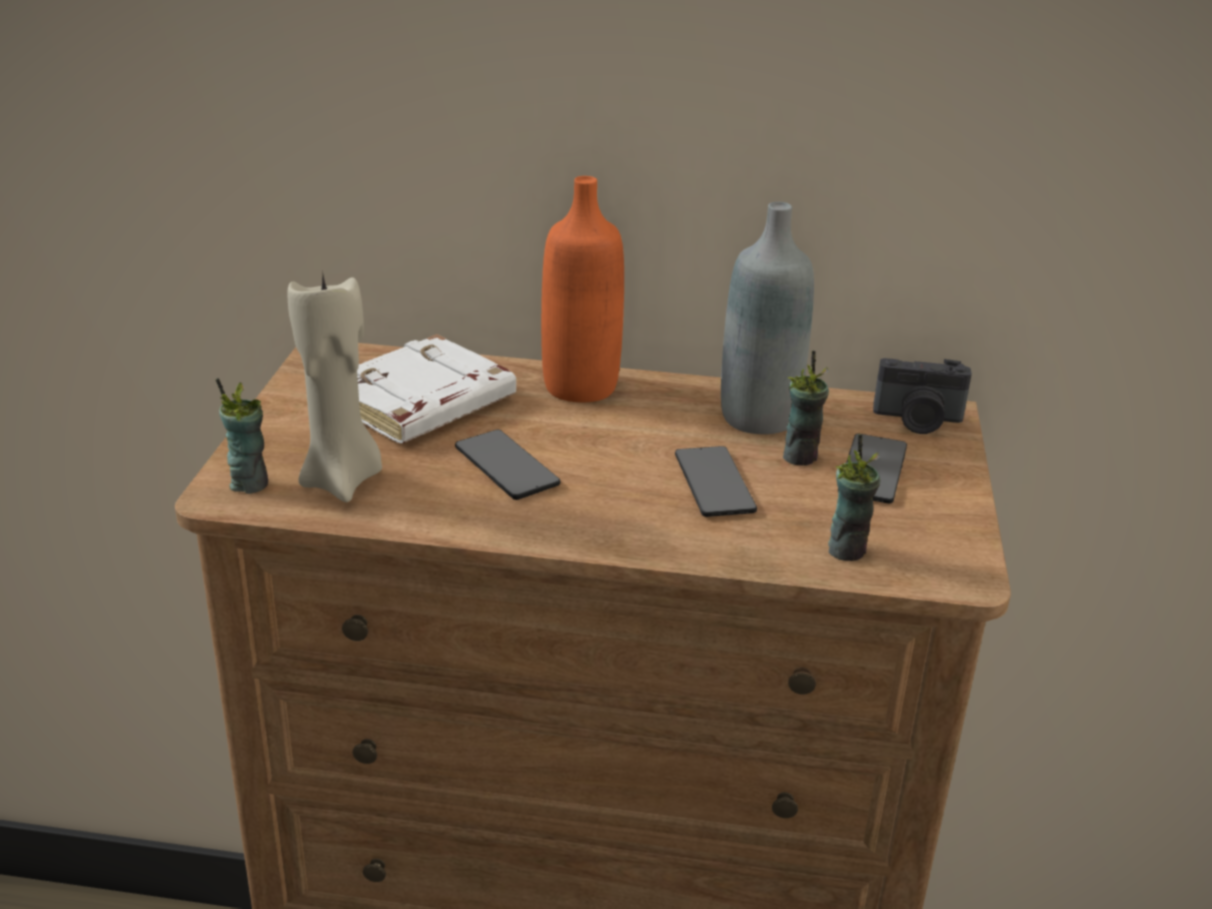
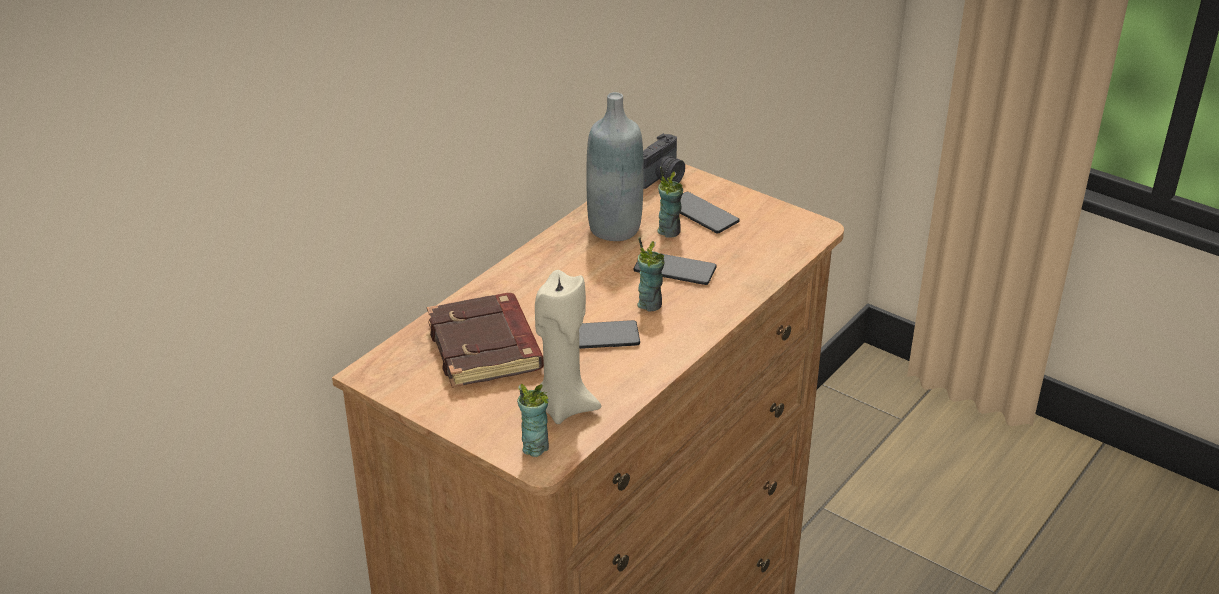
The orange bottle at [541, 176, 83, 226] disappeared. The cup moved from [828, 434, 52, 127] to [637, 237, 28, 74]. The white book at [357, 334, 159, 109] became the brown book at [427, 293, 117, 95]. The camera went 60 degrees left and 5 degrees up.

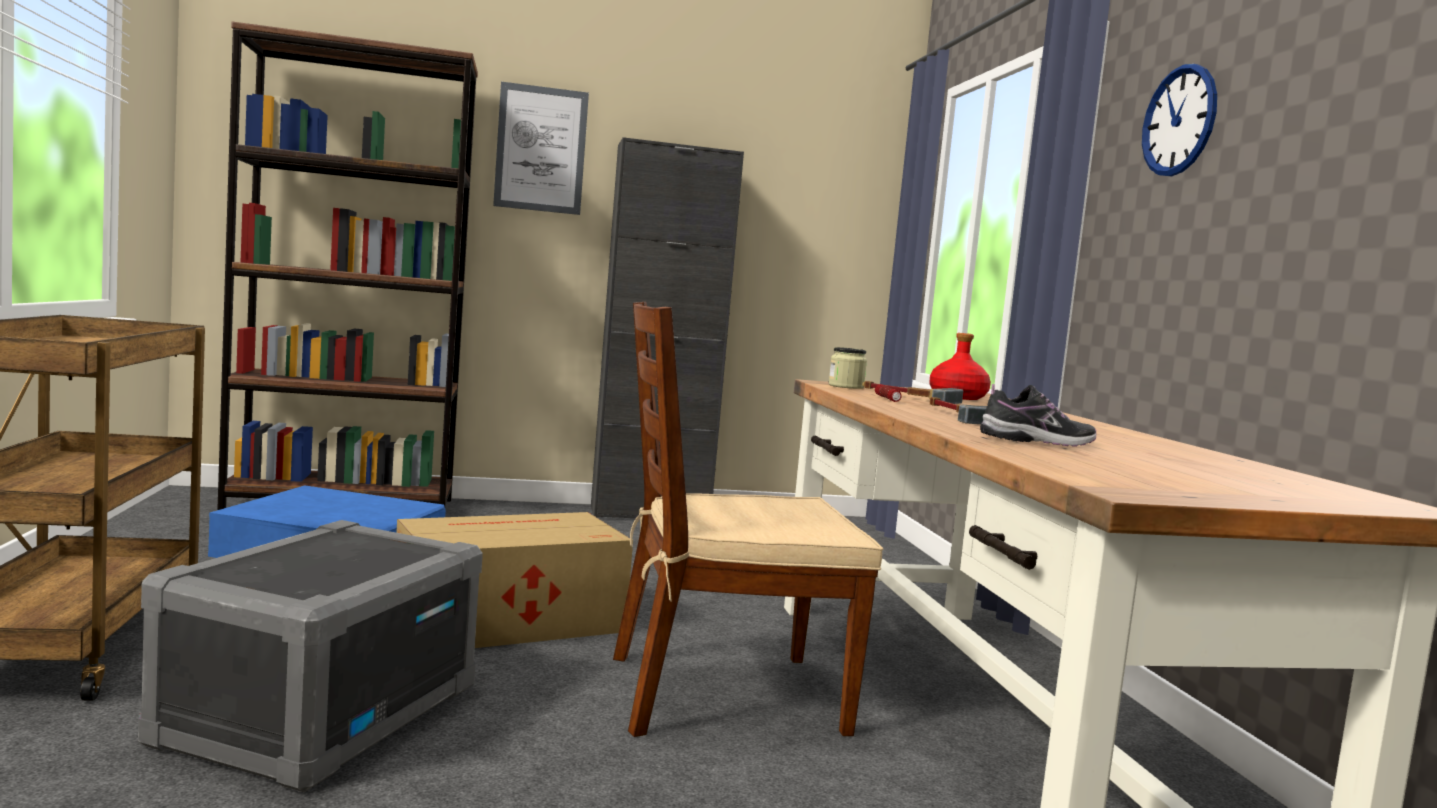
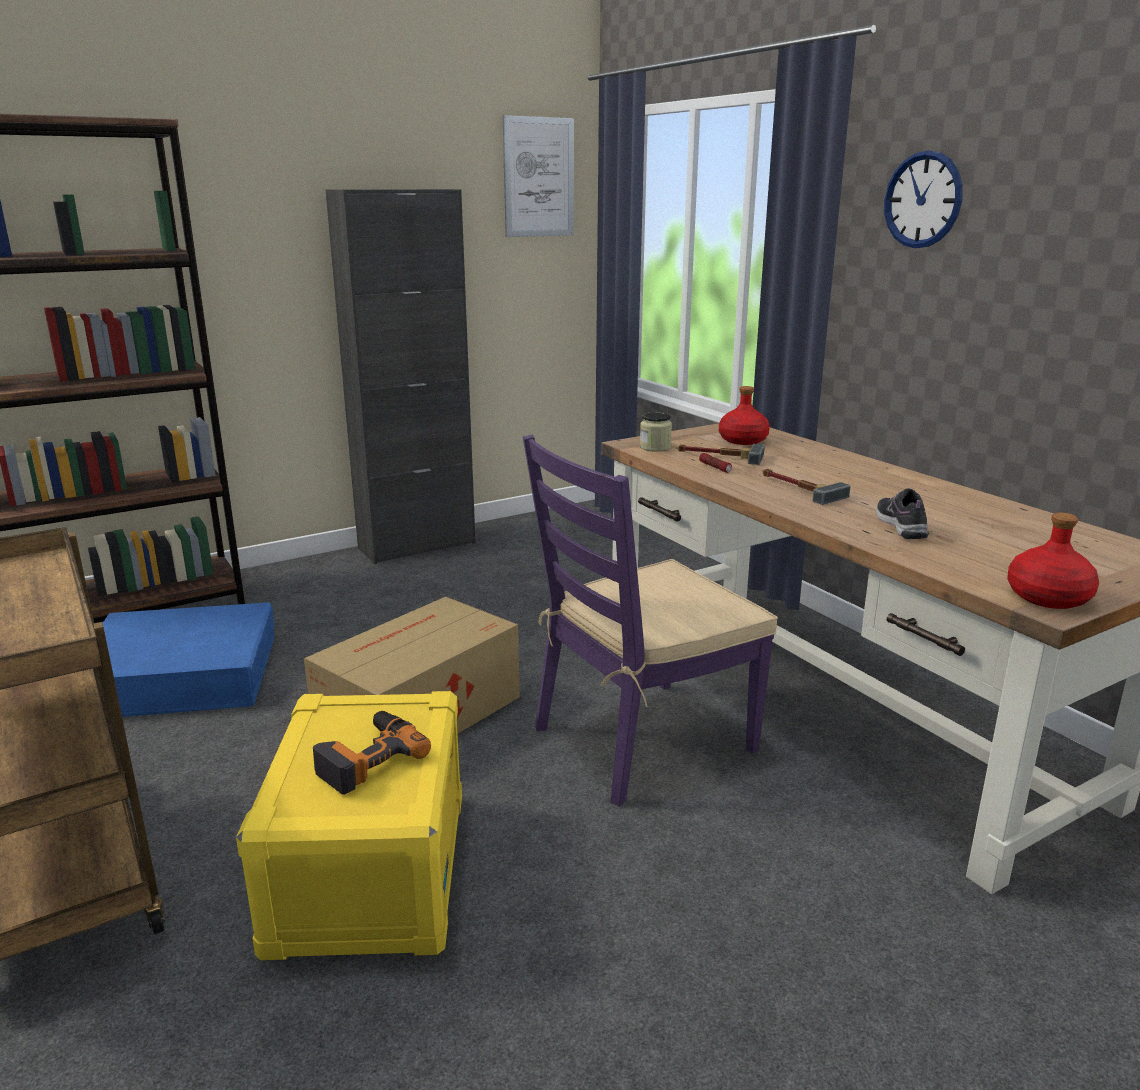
The power drill at [313, 711, 118, 84] appeared. The red bottle at [1007, 512, 92, 97] appeared. The picture moved from [493, 82, 96, 133] to [503, 115, 71, 122]. The grey storage box at [138, 520, 345, 272] became the yellow storage box at [236, 691, 226, 269]. The brown chair at [613, 302, 270, 435] became the purple chair at [523, 435, 255, 372]. The shoe at [980, 384, 116, 63] turned 60 degrees counterclockwise. The camera went 20 degrees left and 15 degrees up.

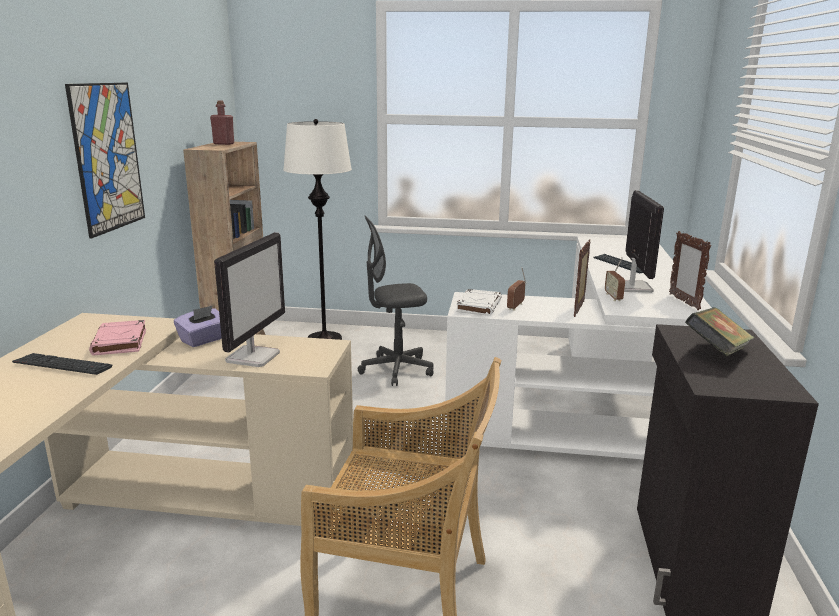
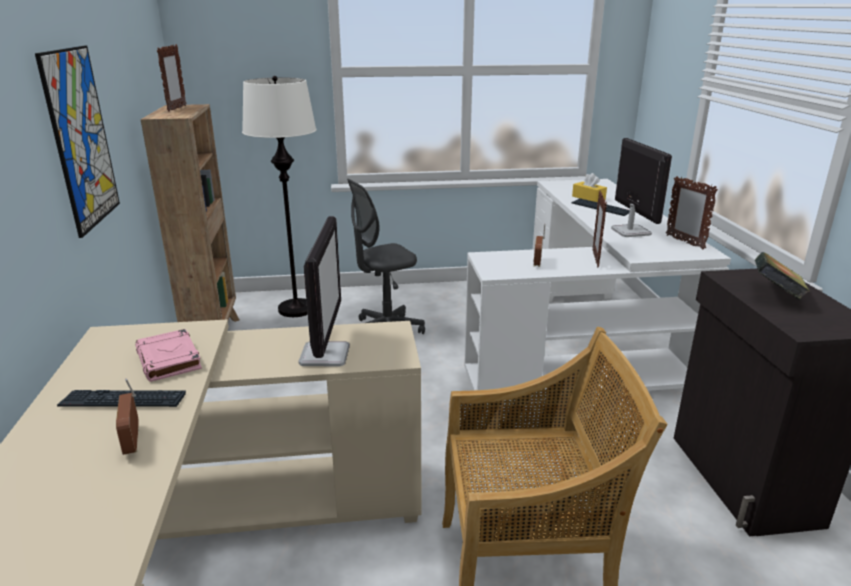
The purple tissue box at [174, 305, 48, 42] disappeared. The white book at [456, 289, 46, 27] disappeared. The yellow tissue box at [572, 173, 35, 29] appeared. The radio moved from [605, 257, 20, 44] to [116, 379, 23, 76]. The red bottle at [210, 101, 24, 44] was replaced by the picture frame at [157, 44, 29, 68]. The camera went 15 degrees left and 5 degrees up.

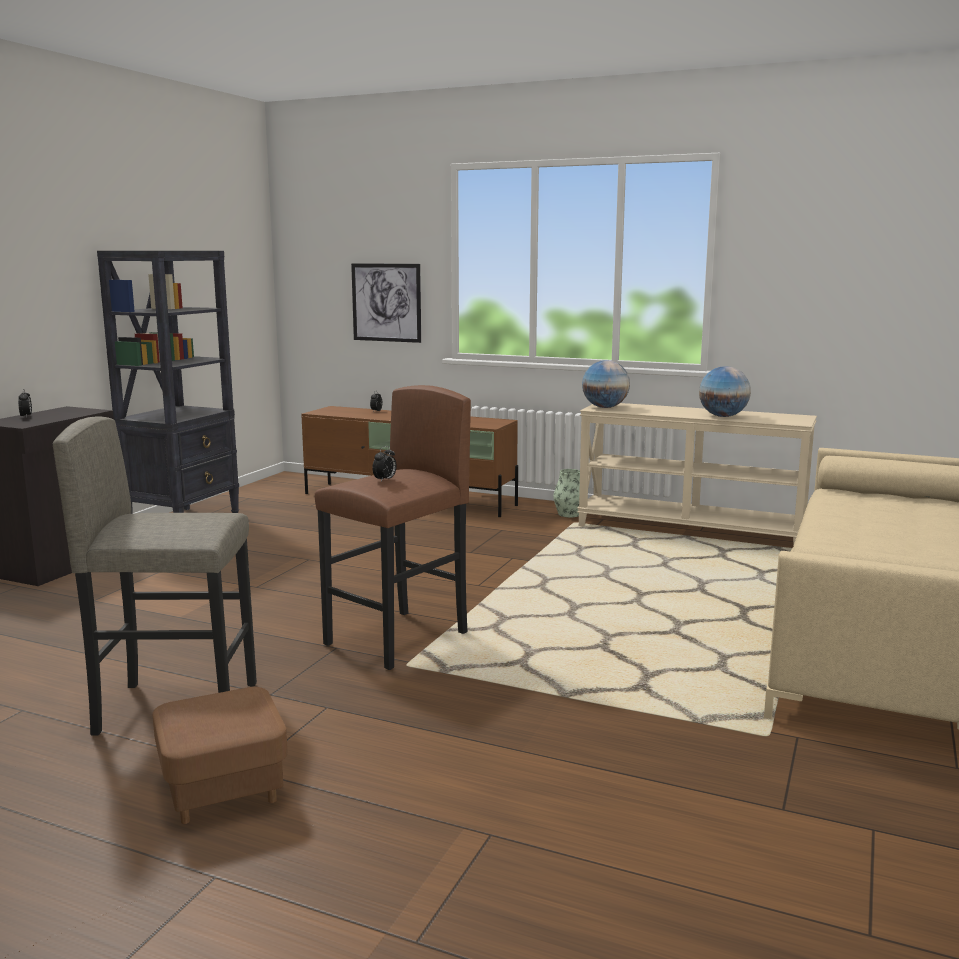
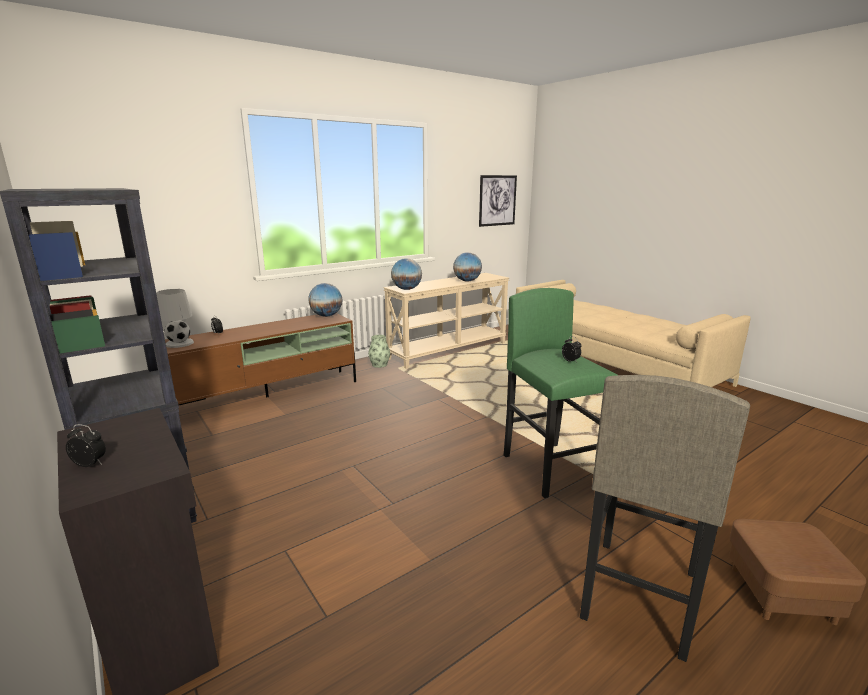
The white table lamp at [156, 289, 38, 59] appeared. The globe at [308, 283, 35, 34] appeared. The picture moved from [351, 263, 70, 80] to [479, 175, 38, 52]. The brown stool at [315, 385, 156, 285] became the green stool at [504, 288, 113, 210]. The camera went 60 degrees left and 5 degrees up.

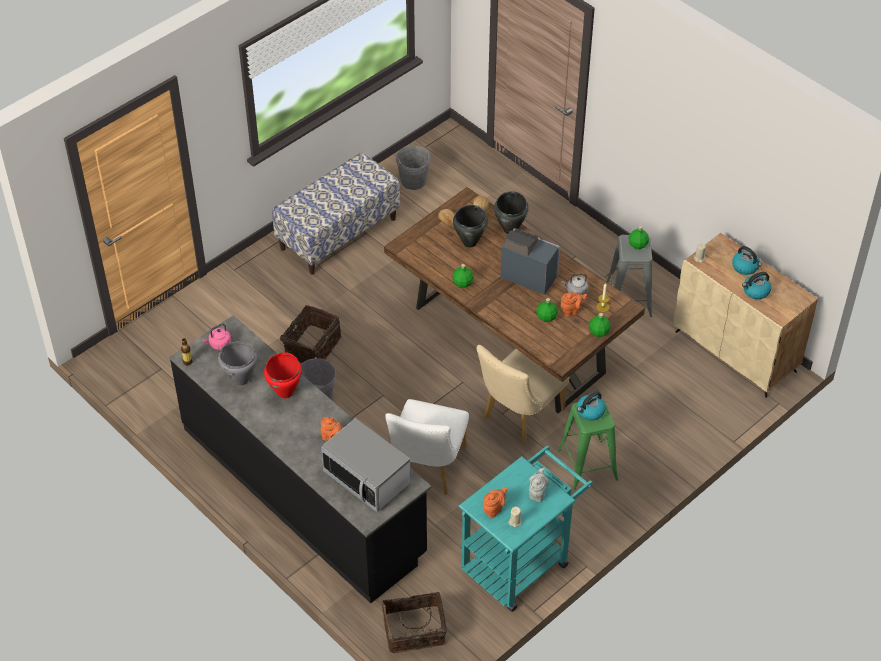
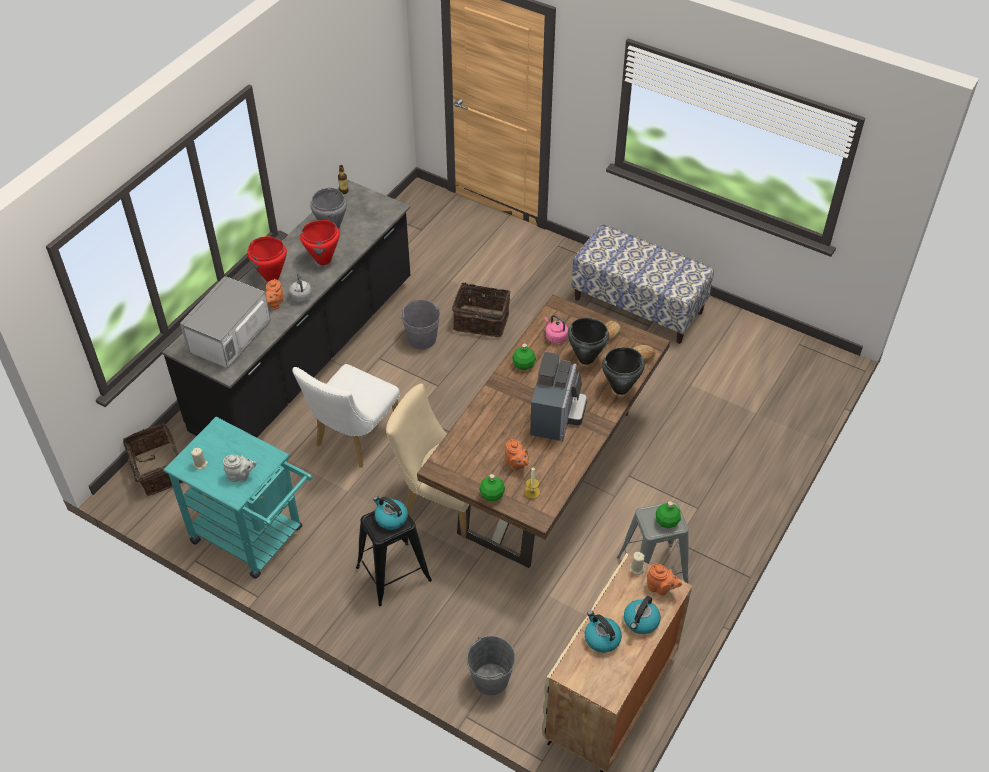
The green bottle at [536, 298, 22, 24] disappeared. The red cooking pot at [247, 236, 40, 46] appeared. The pink kettle moved from [203, 324, 28, 26] to [544, 315, 24, 29]. The grey bucket moved from [396, 146, 35, 44] to [466, 636, 50, 59]. The orange teapot moved from [483, 487, 24, 31] to [647, 564, 35, 32]. The grey kettle moved from [561, 273, 28, 22] to [289, 273, 23, 30]. The green stool at [557, 398, 61, 92] became the black stool at [356, 511, 76, 95]. The white chair at [385, 399, 84, 96] turned 60 degrees counterclockwise. The camera went 75 degrees right and 0 degrees up.

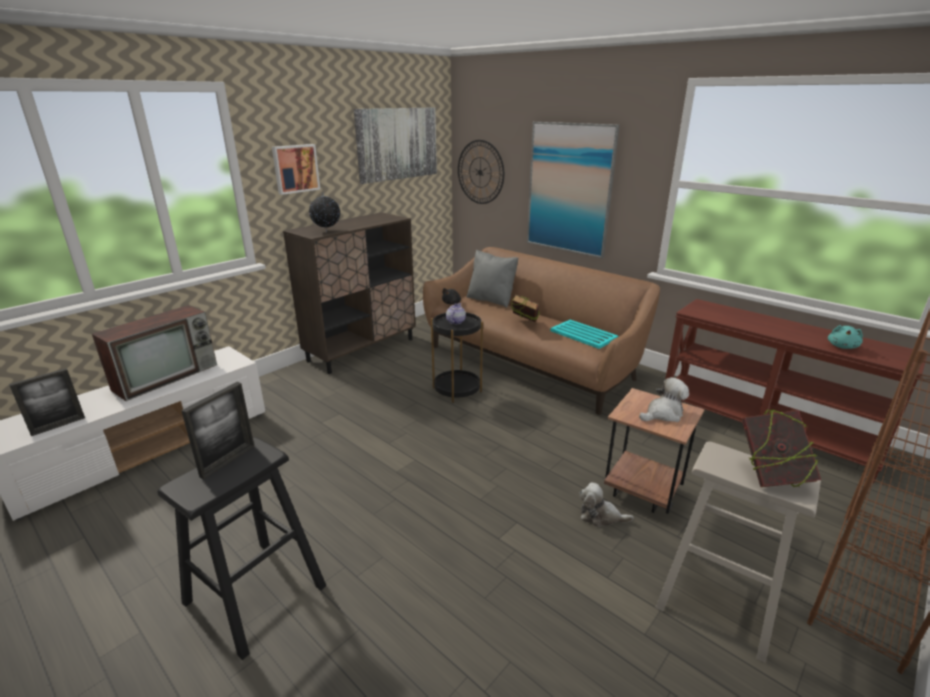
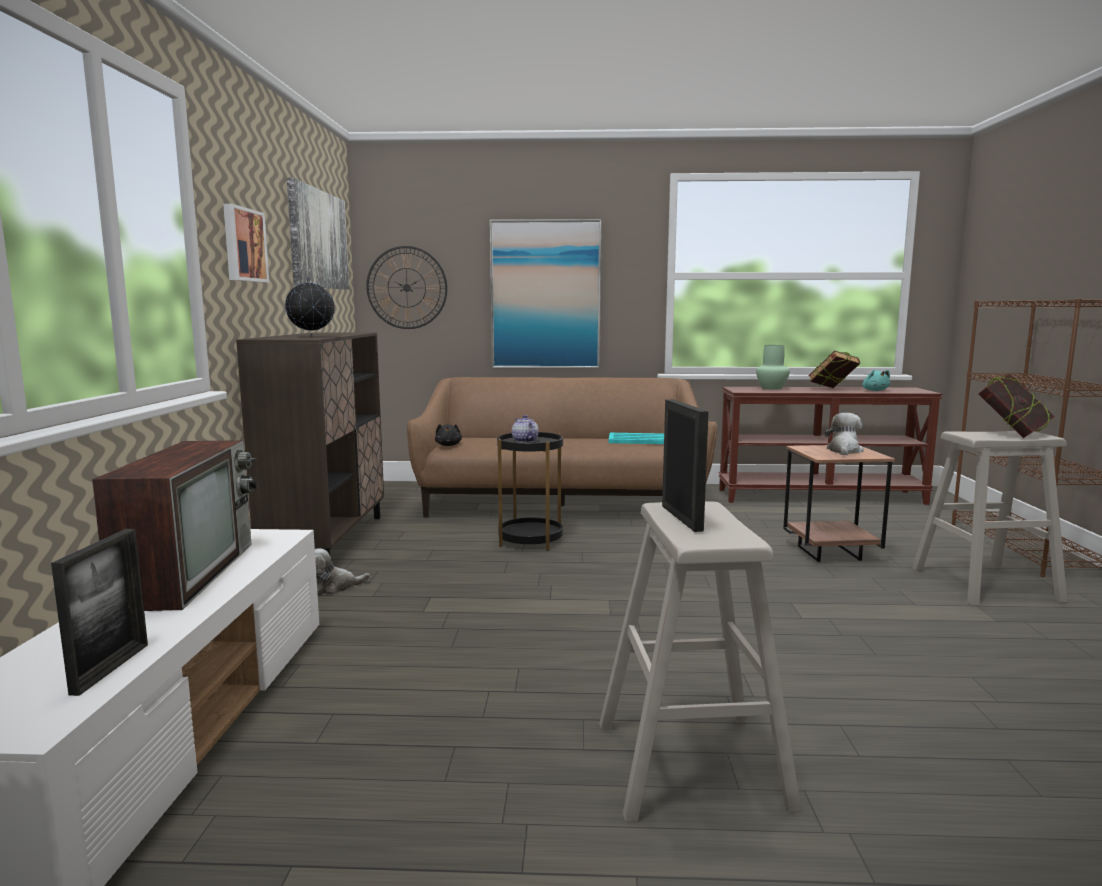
The grey pillow at [466, 250, 52, 58] disappeared. The green vase at [756, 345, 34, 45] appeared. The book moved from [511, 295, 29, 27] to [809, 351, 51, 37]. The plush toy moved from [580, 482, 54, 45] to [315, 548, 55, 47]. The black stool at [157, 437, 169, 223] became the beige stool at [599, 501, 203, 321]. The camera went 40 degrees left and 15 degrees down.

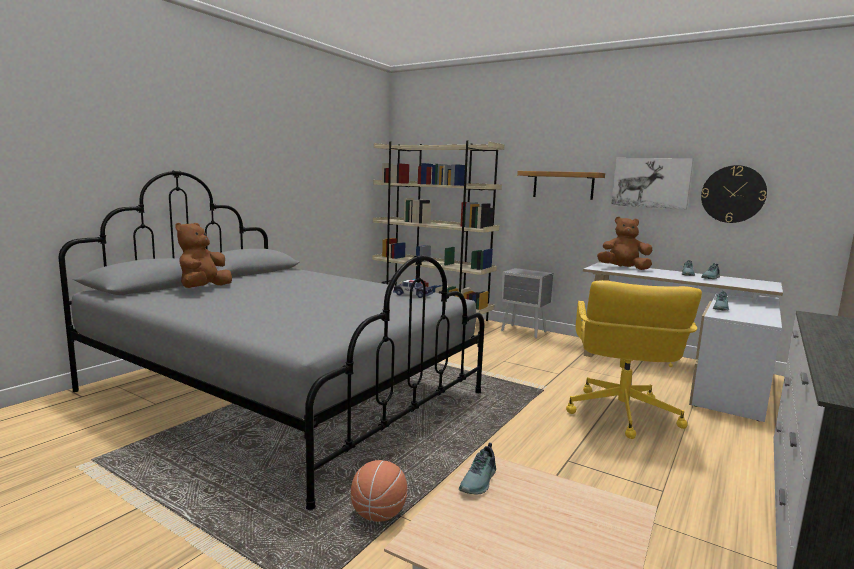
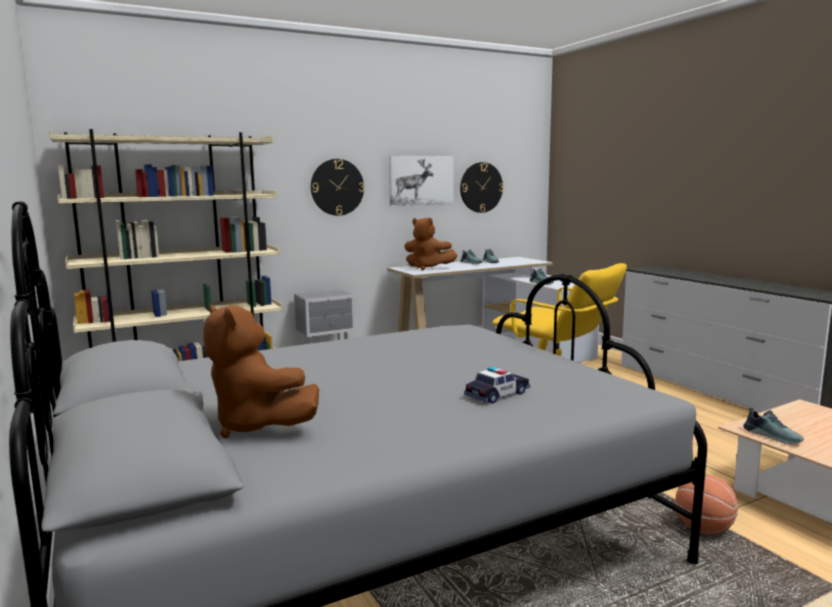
The toy car moved from [393, 279, 40, 19] to [464, 367, 66, 37]. The shelf at [517, 171, 88, 29] was replaced by the wall clock at [311, 159, 53, 57]. The brown plush toy at [597, 217, 56, 53] turned 105 degrees counterclockwise. The camera went 60 degrees left and 0 degrees up.

